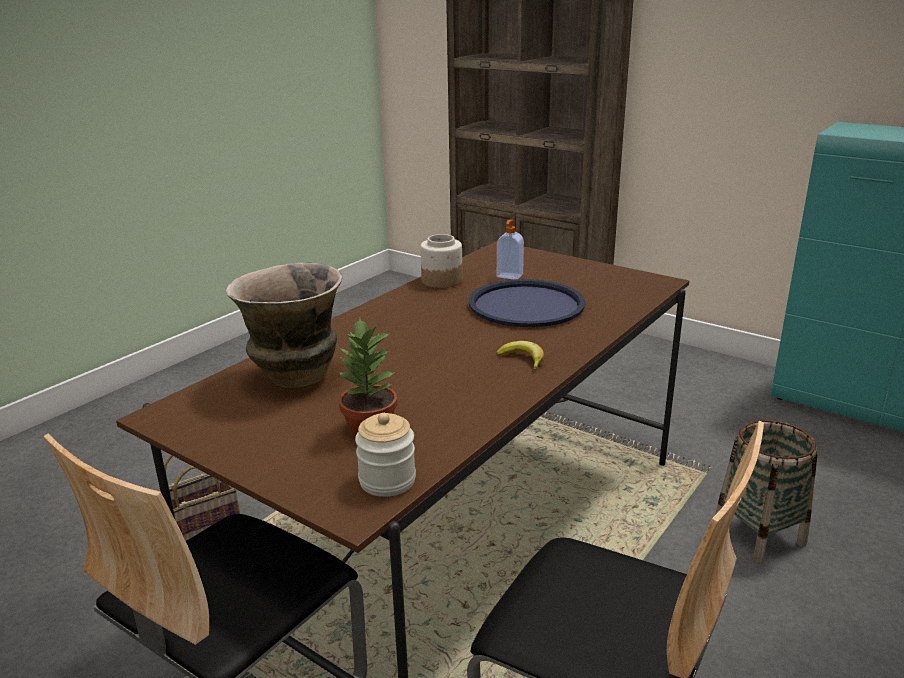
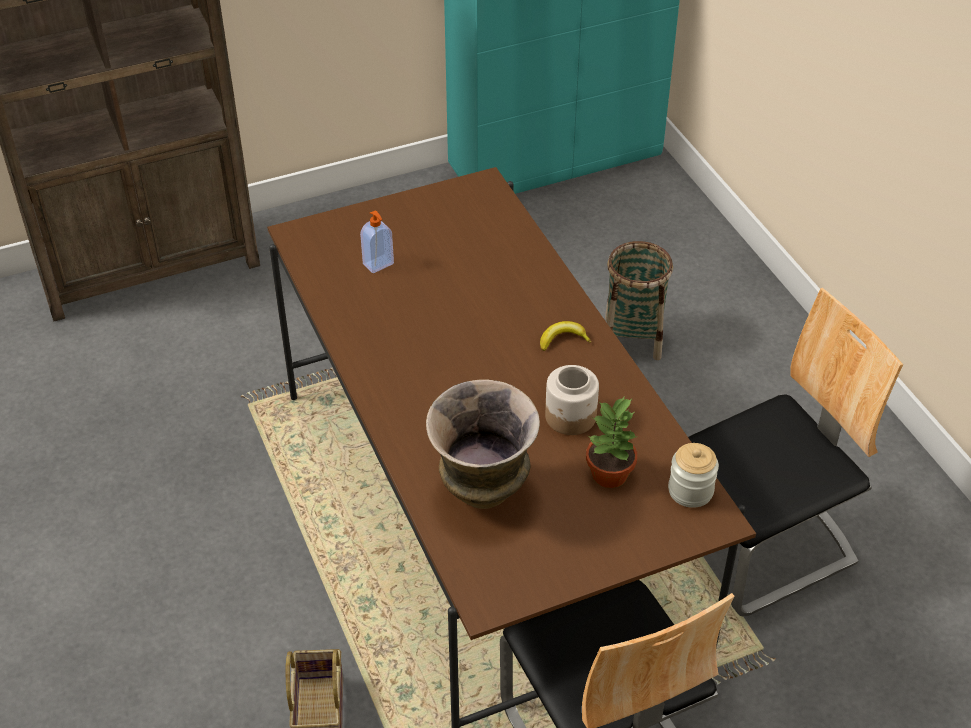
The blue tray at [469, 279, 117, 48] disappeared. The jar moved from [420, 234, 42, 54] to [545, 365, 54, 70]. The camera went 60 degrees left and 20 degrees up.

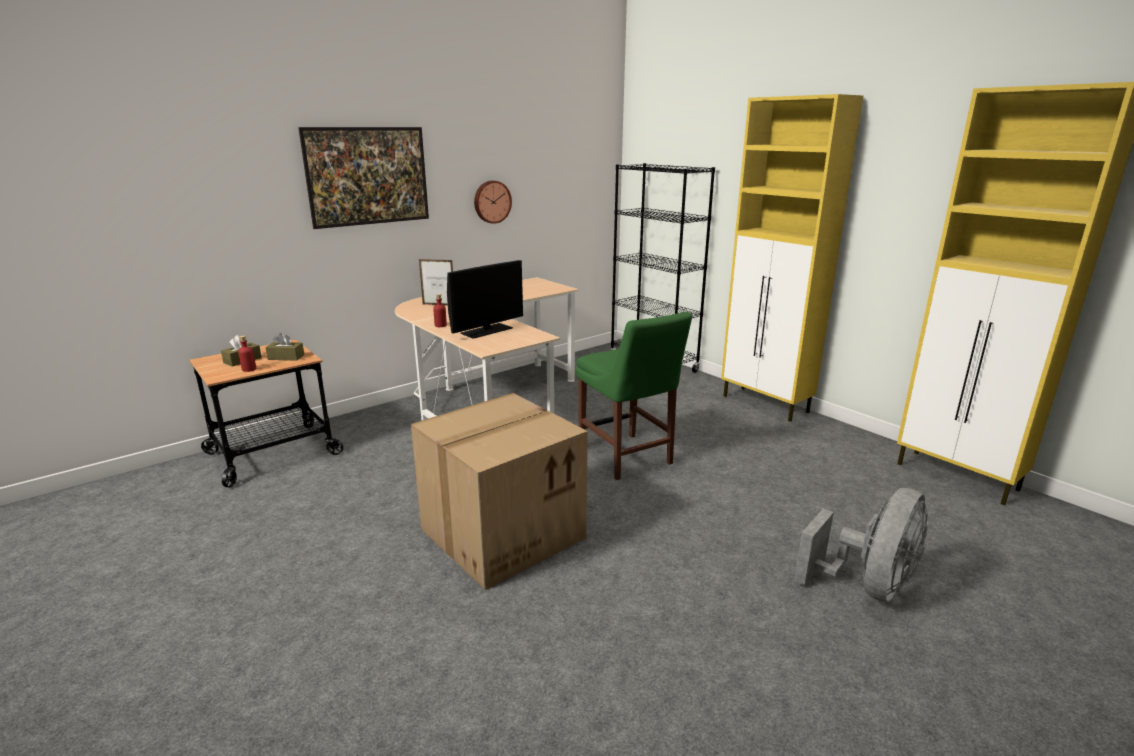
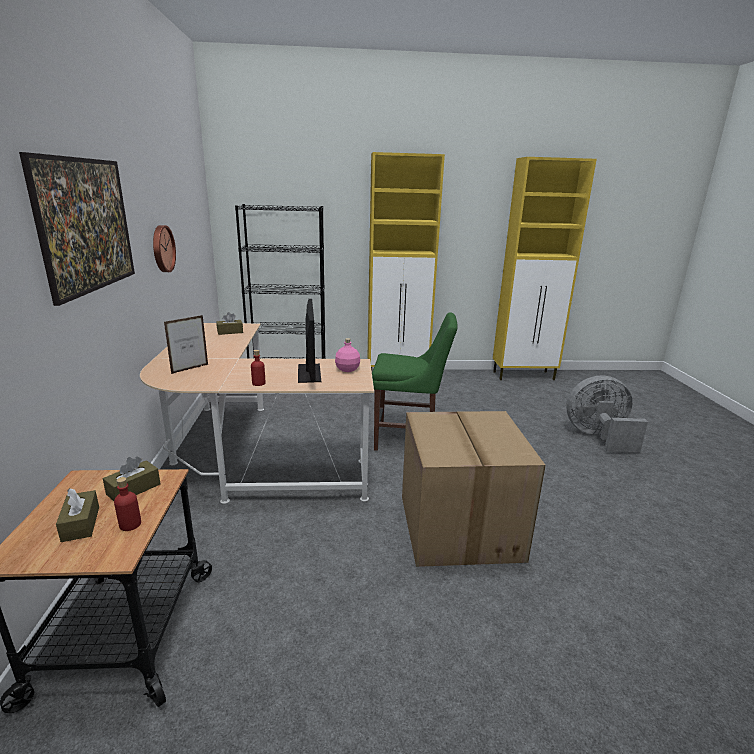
The brown tissue box at [216, 312, 27, 23] appeared. The pink bottle at [335, 338, 25, 34] appeared. The grey fan at [794, 488, 134, 114] turned 75 degrees counterclockwise. The camera went 55 degrees left and 0 degrees up.

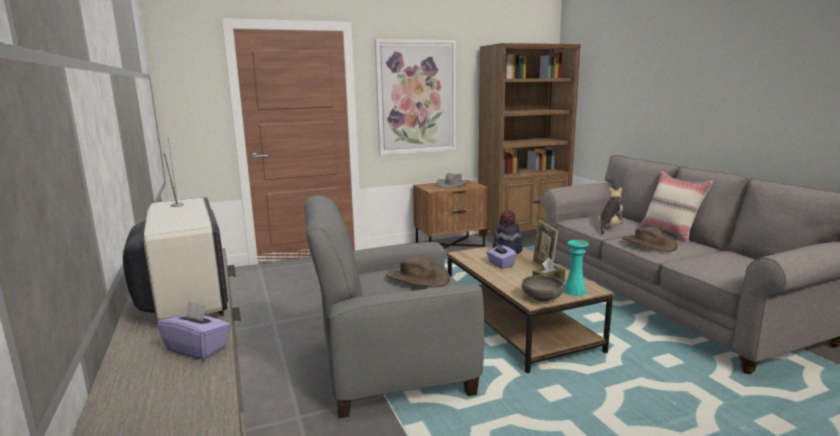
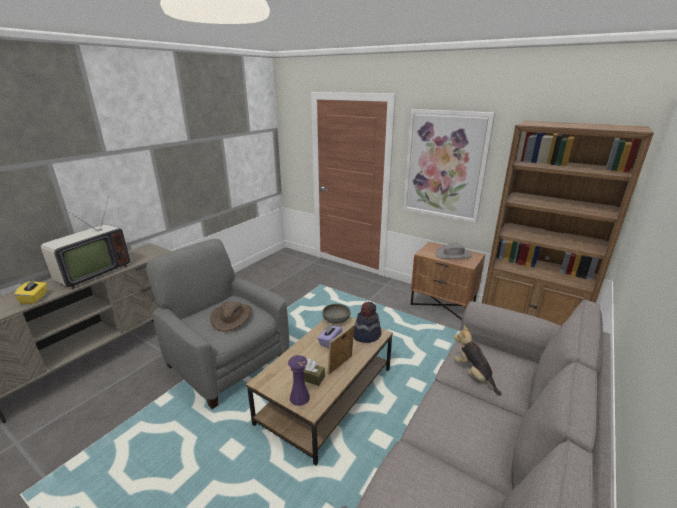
The brown hat at [622, 226, 56, 26] disappeared. The beige pillow at [640, 171, 73, 72] disappeared. The grey bowl moved from [522, 275, 42, 27] to [322, 304, 28, 20]. The purple tissue box at [157, 301, 74, 59] became the yellow tissue box at [14, 278, 33, 26]. The turquoise vase at [564, 240, 25, 56] became the purple vase at [288, 355, 22, 51]. The plush toy at [598, 187, 27, 47] turned 120 degrees counterclockwise. The camera went 55 degrees right and 10 degrees up.

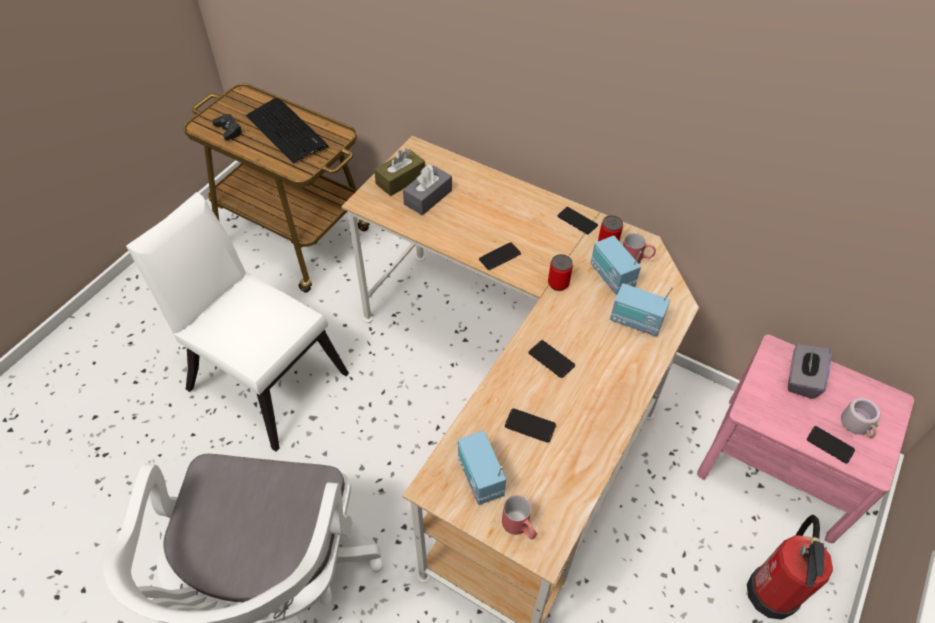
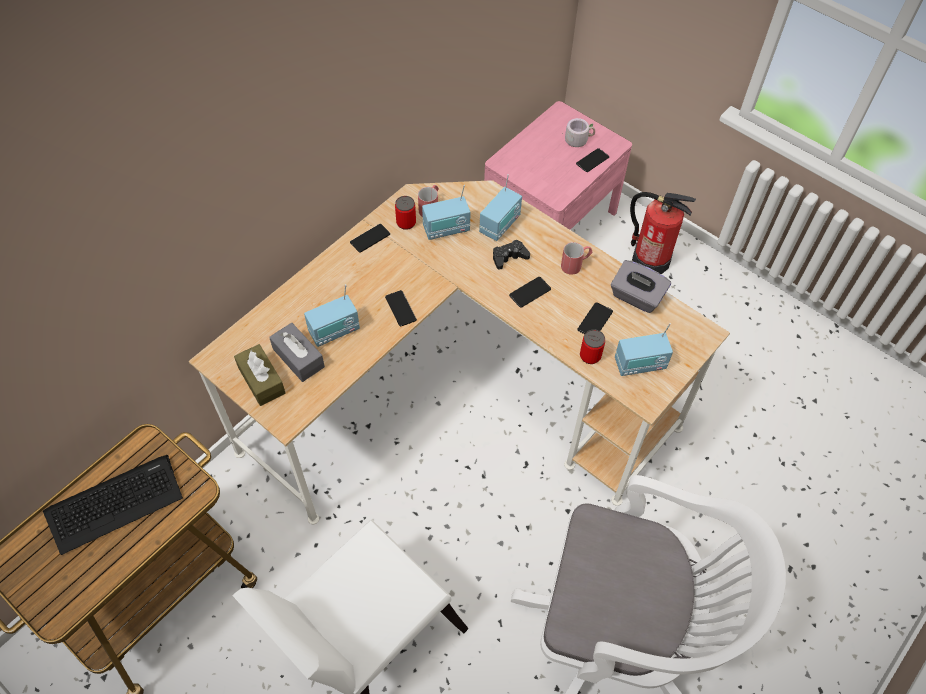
The radio at [304, 284, 56, 63] appeared. The black game controller moved from [212, 114, 31, 27] to [493, 240, 37, 30]. The red mug moved from [502, 495, 35, 44] to [561, 242, 31, 33]. The can moved from [548, 254, 25, 37] to [580, 329, 25, 35]. The grey tissue box moved from [788, 344, 43, 55] to [611, 260, 60, 53]. The camera went 80 degrees left and 5 degrees up.

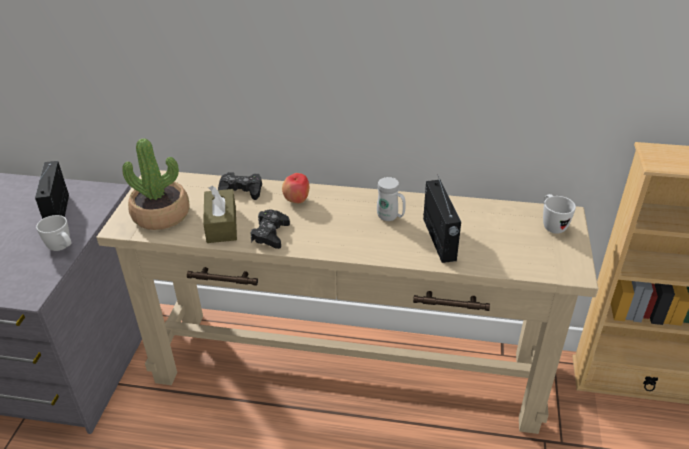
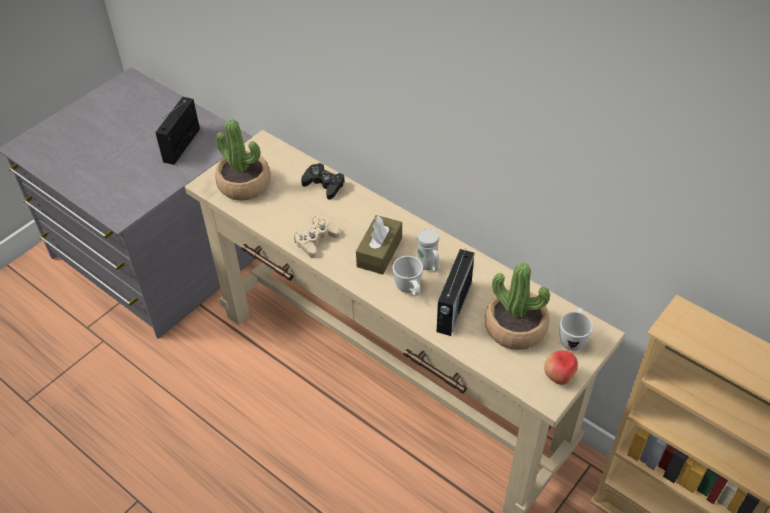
The potted plant at [485, 263, 65, 87] appeared. The white mug moved from [36, 215, 35, 36] to [393, 256, 30, 40]. The brown tissue box moved from [203, 186, 34, 57] to [356, 215, 46, 59]. The apple moved from [282, 173, 27, 30] to [544, 350, 34, 35]. The black game controller at [250, 210, 40, 39] became the beige game controller at [294, 216, 45, 42]. The camera went 30 degrees right and 10 degrees up.

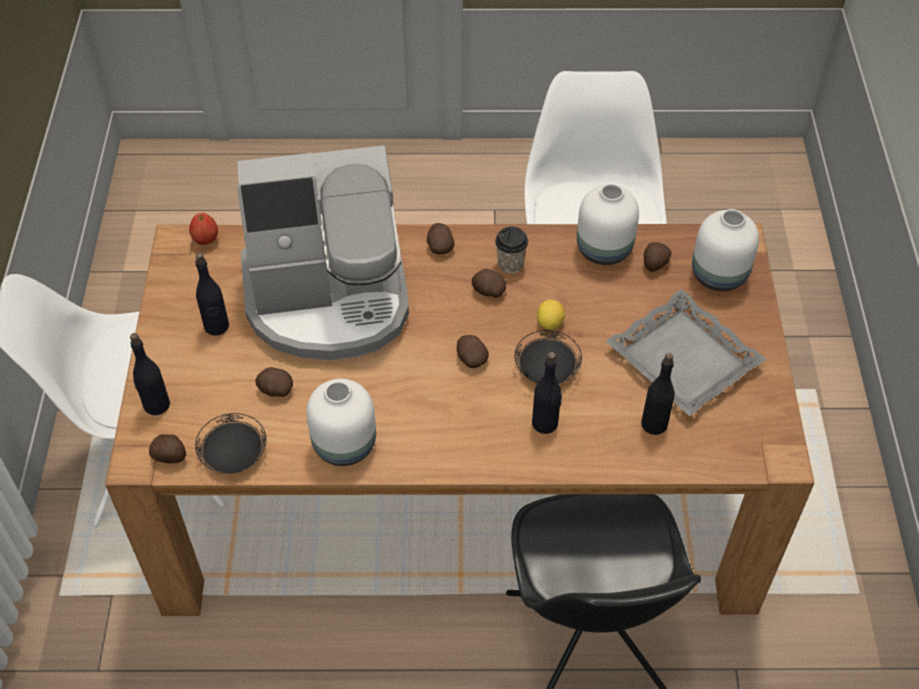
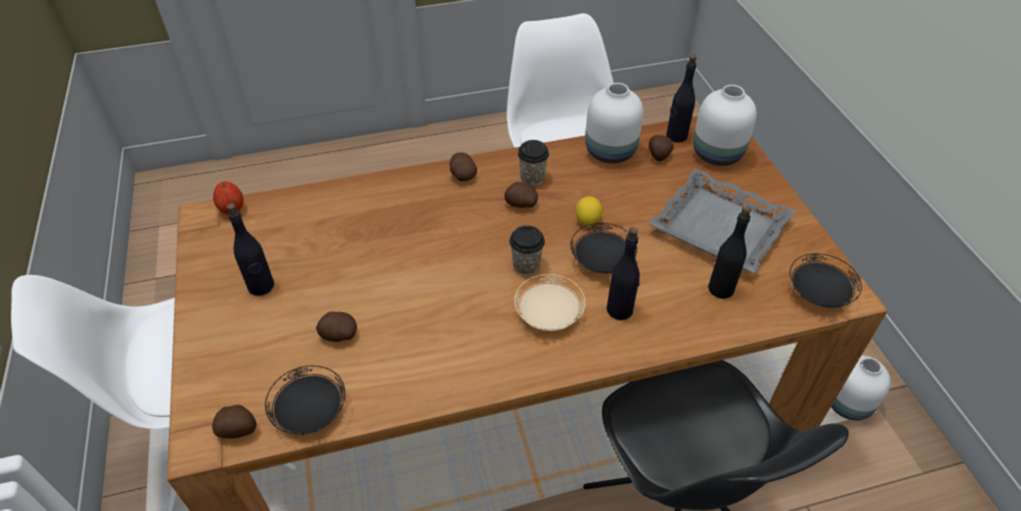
The coffee machine at [237, 145, 172, 215] disappeared. The beige plate at [514, 274, 71, 57] appeared. The black plate at [790, 253, 72, 55] appeared. The black bottle moved from [130, 333, 40, 82] to [666, 55, 31, 88]. The white vase moved from [306, 379, 70, 87] to [831, 355, 60, 65]. The potato at [457, 335, 32, 33] was replaced by the cup at [509, 225, 36, 50]. The camera went 15 degrees left and 5 degrees down.

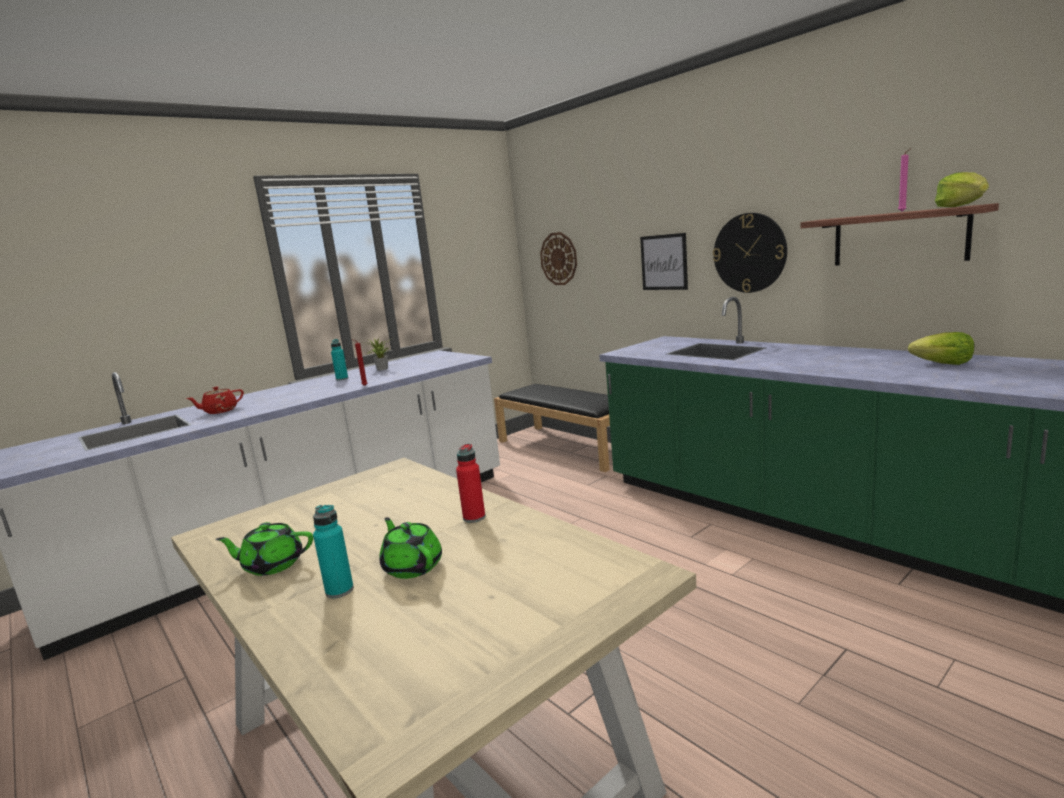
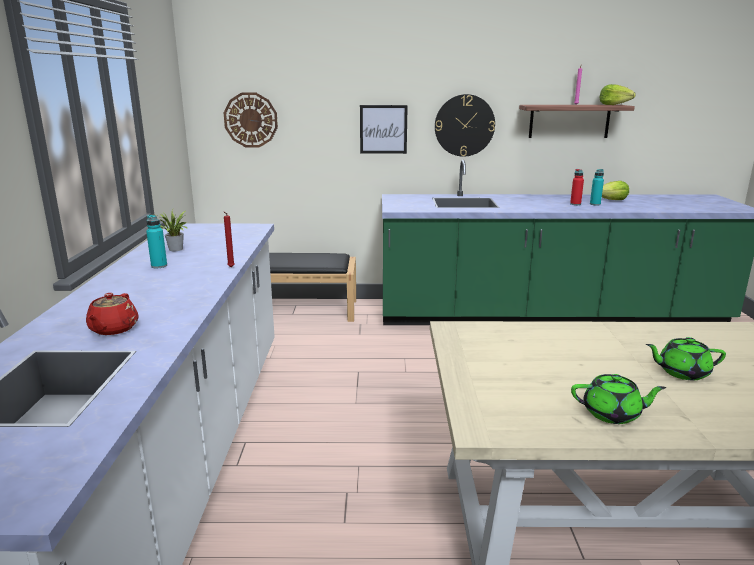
The turquoise bottle moved from [313, 505, 41, 93] to [590, 169, 14, 36]. The red bottle moved from [456, 444, 29, 79] to [570, 169, 14, 36]. The green teapot at [216, 522, 97, 54] turned 120 degrees counterclockwise. The camera went 50 degrees left and 5 degrees up.

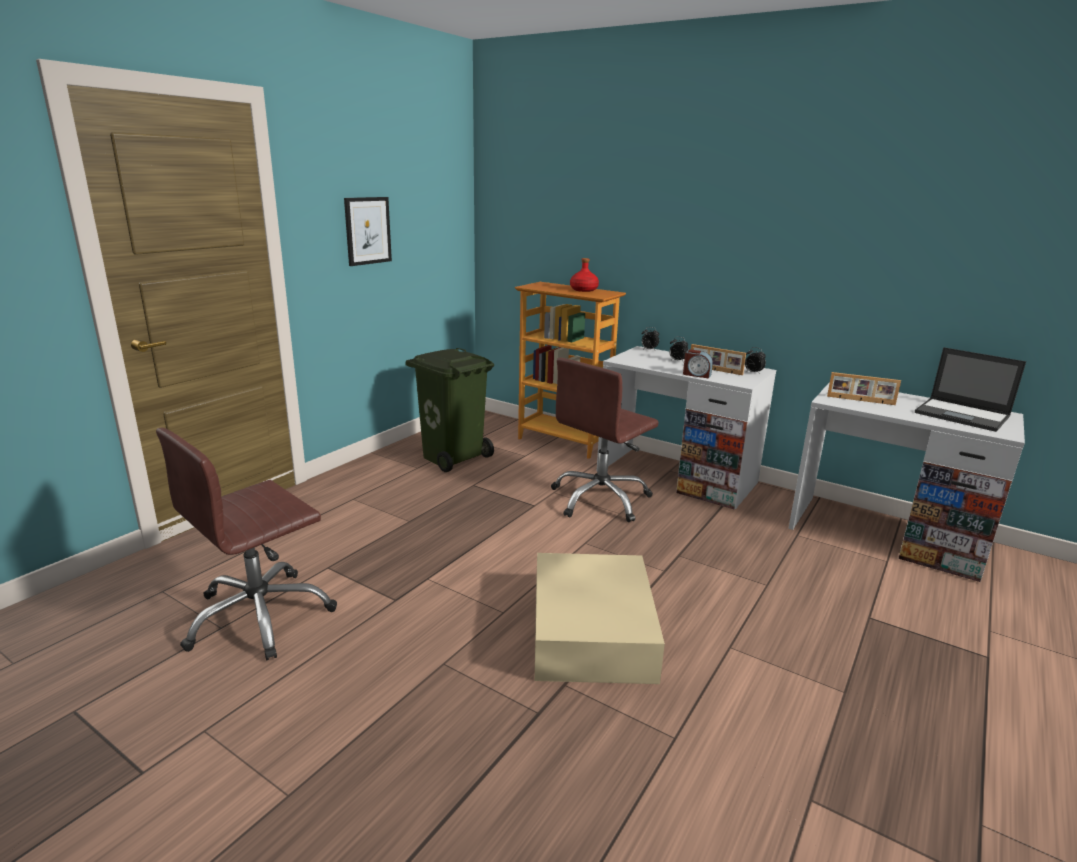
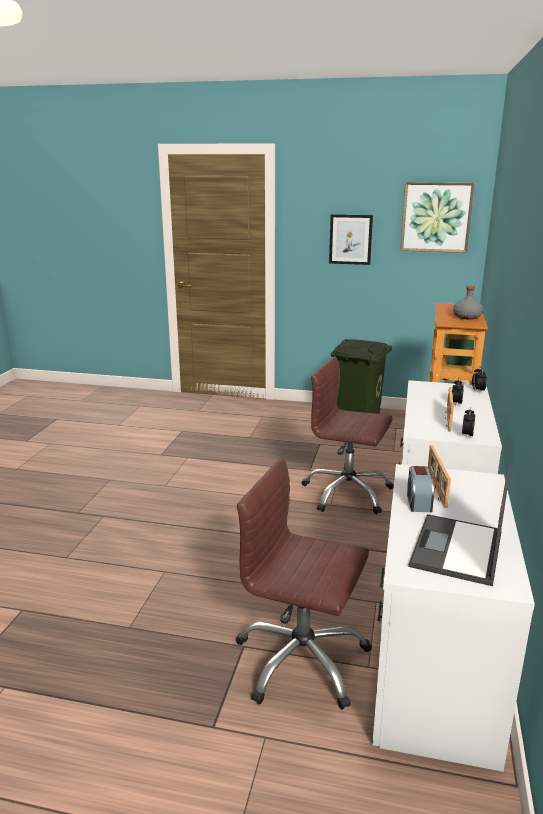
The beige storage box at [535, 553, 130, 131] disappeared. The picture at [400, 182, 75, 71] appeared. The brown office chair moved from [156, 427, 181, 233] to [236, 458, 136, 252]. The alarm clock moved from [683, 350, 30, 29] to [407, 466, 27, 46]. The red bottle at [570, 258, 29, 34] became the grey bottle at [453, 286, 30, 34]. The camera went 70 degrees right and 0 degrees up.

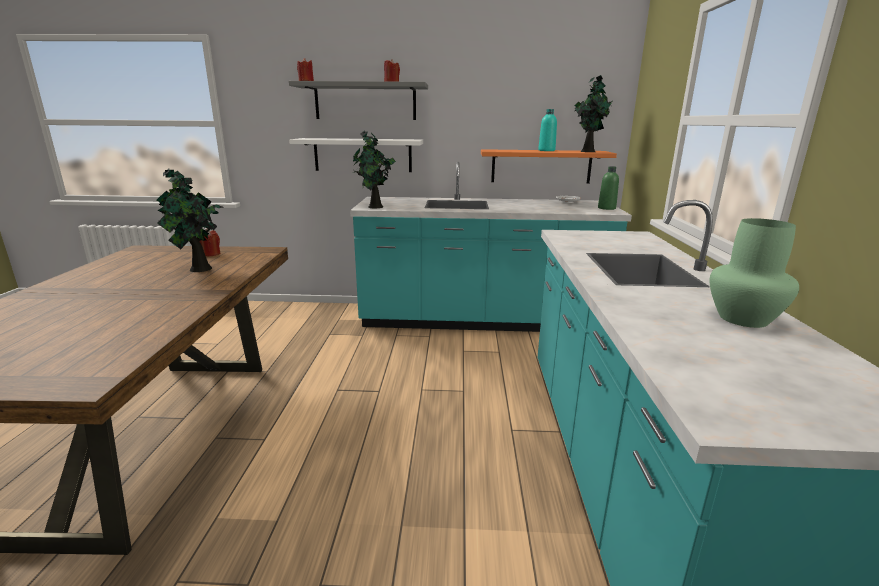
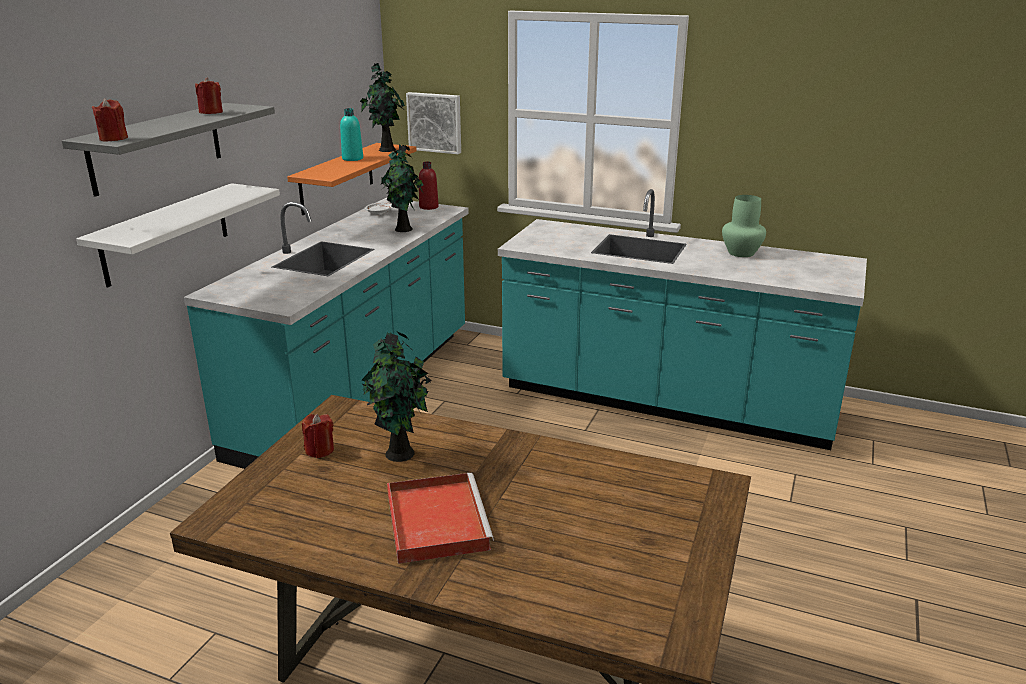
The red tray at [387, 473, 107, 91] appeared. The picture at [406, 92, 55, 62] appeared. The potted plant moved from [353, 131, 43, 77] to [381, 145, 43, 87]. The green bottle at [598, 166, 21, 44] became the red bottle at [419, 162, 20, 48]. The camera went 70 degrees left and 5 degrees up.

